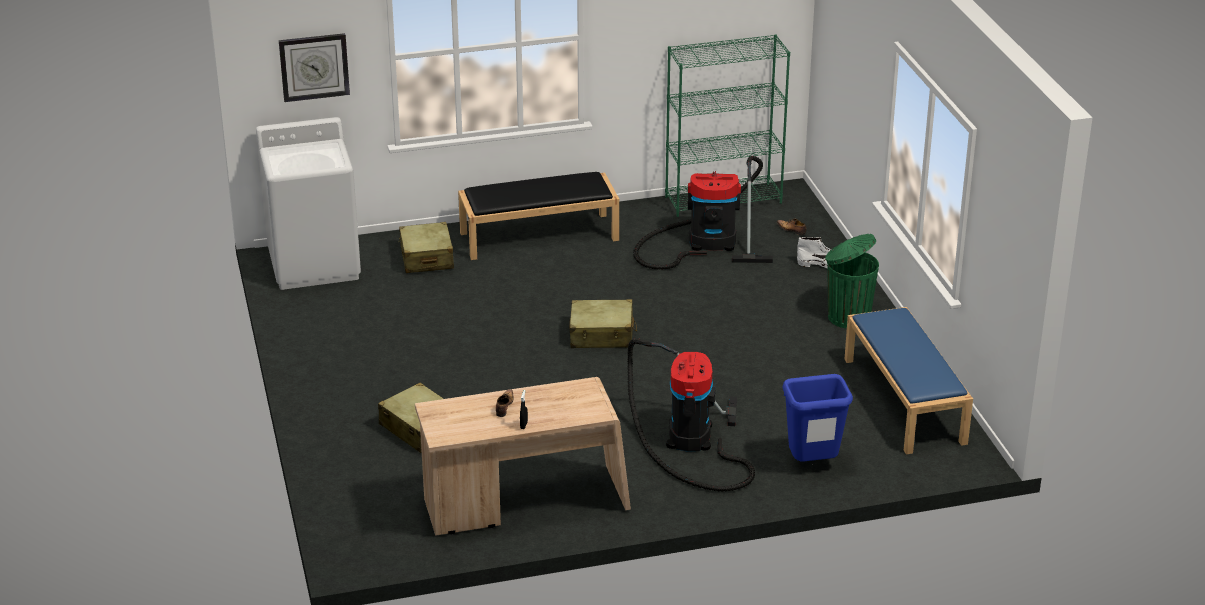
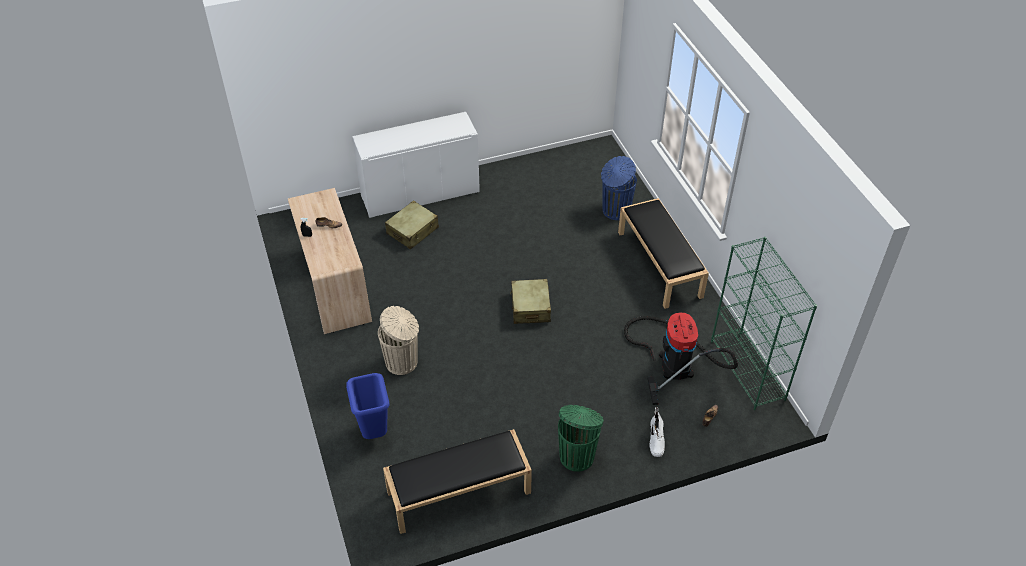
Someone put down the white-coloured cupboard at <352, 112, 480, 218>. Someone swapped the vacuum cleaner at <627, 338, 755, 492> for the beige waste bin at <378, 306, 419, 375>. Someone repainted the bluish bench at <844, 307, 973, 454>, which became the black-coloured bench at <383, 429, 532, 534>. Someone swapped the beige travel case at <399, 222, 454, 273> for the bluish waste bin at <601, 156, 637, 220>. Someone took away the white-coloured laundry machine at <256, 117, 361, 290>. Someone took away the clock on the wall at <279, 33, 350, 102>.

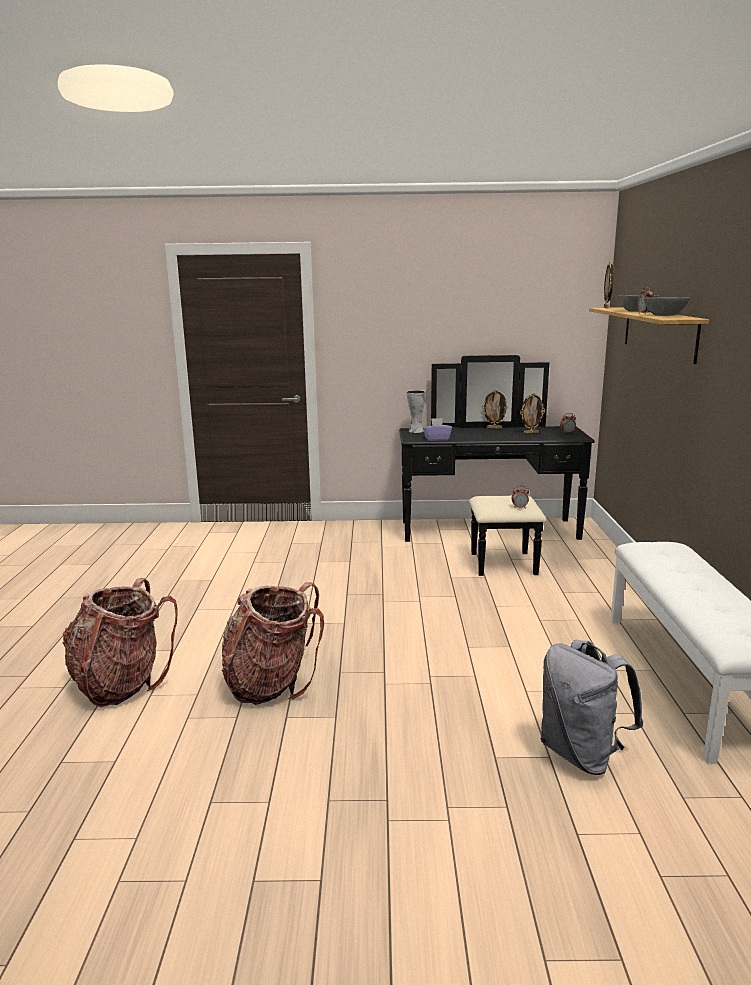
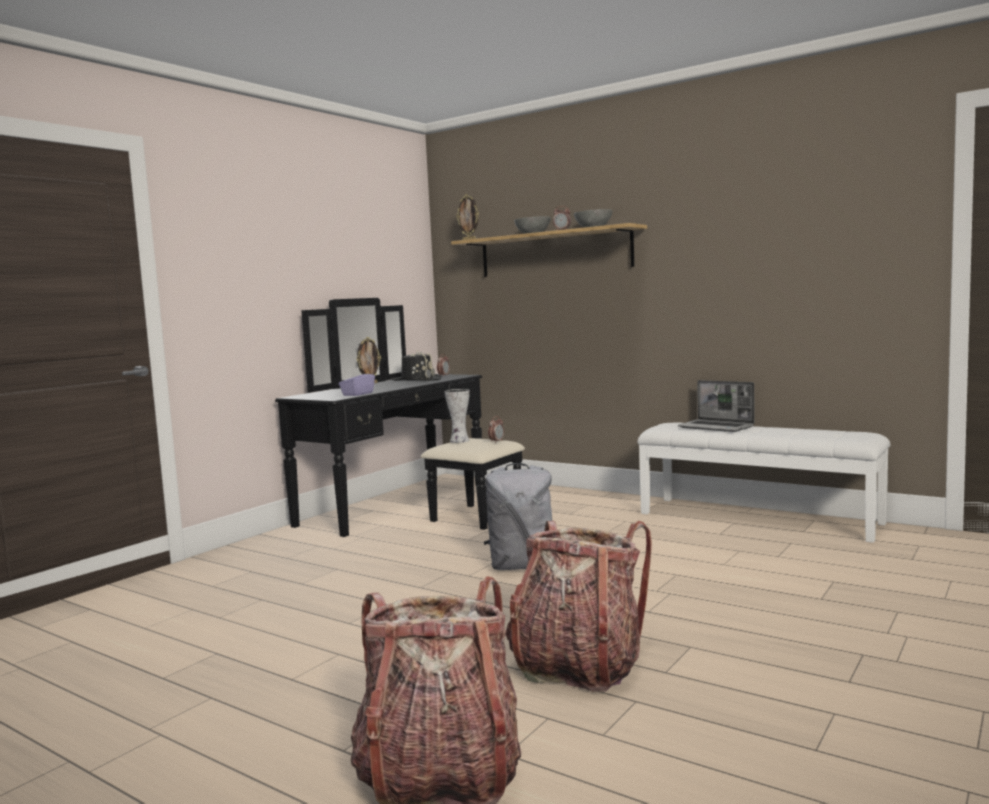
Someone swapped the picture frame at <520, 393, 545, 434> for the black-coloured hat at <391, 350, 442, 381>. Someone carried the decorative vase from <407, 390, 426, 433> to <445, 389, 470, 443>. Someone carried the gray backpack from <541, 640, 643, 775> to <484, 463, 552, 570>. Someone put down the notebook computer at <678, 380, 755, 432>.

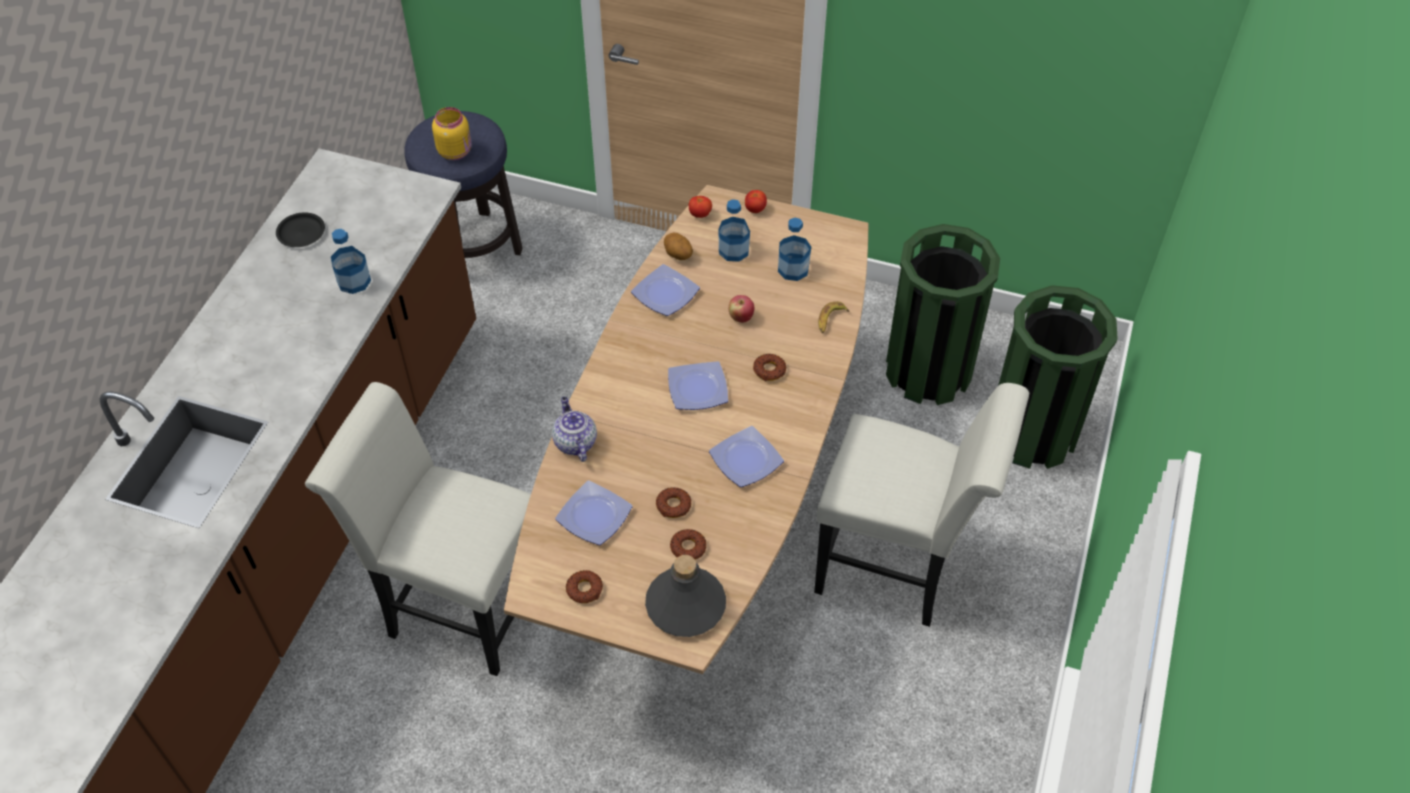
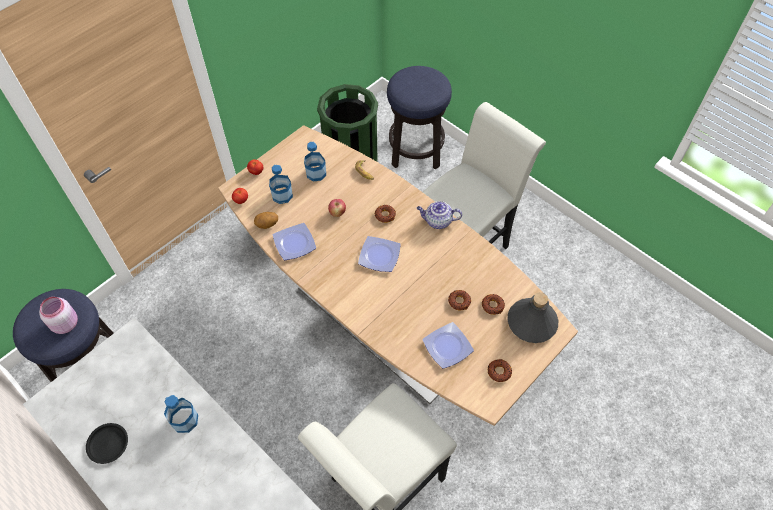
Someone repainted the yellow storage jar at <432, 107, 472, 160>, which became the pink-coloured storage jar at <39, 297, 78, 334>. Someone swapped the green-coloured waste bin at <998, 285, 1118, 469> for the stool seat at <387, 66, 452, 170>. Someone carried the pot for tea from <552, 397, 597, 462> to <417, 201, 462, 229>. Someone took away the plate at <709, 426, 784, 487>.

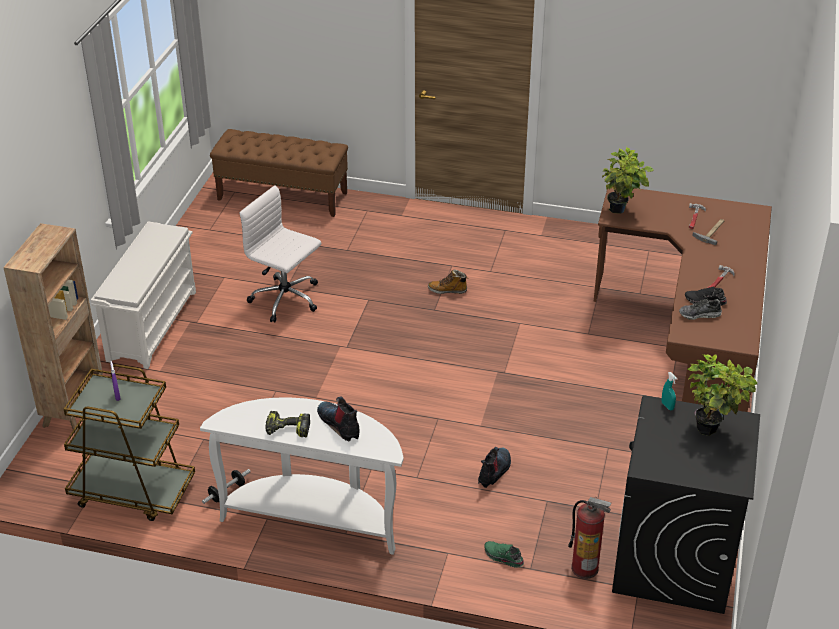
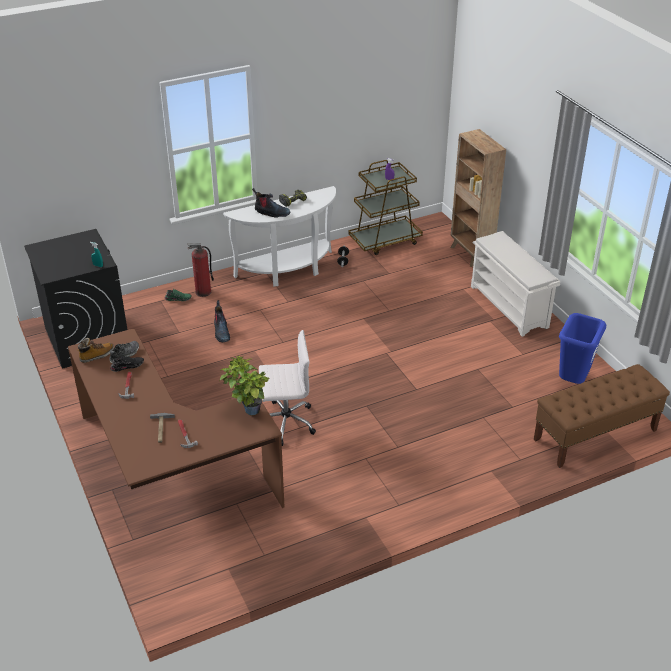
Someone carried the boot from <428, 269, 468, 294> to <77, 338, 114, 363>. Someone carried the extinguisher from <568, 497, 611, 579> to <187, 243, 214, 297>. Someone carried the white-coloured computer chair from <240, 185, 321, 323> to <259, 330, 316, 446>. Someone put down the bluish waste bin at <559, 313, 606, 384>. Someone took away the houseplant at <687, 354, 757, 436>.

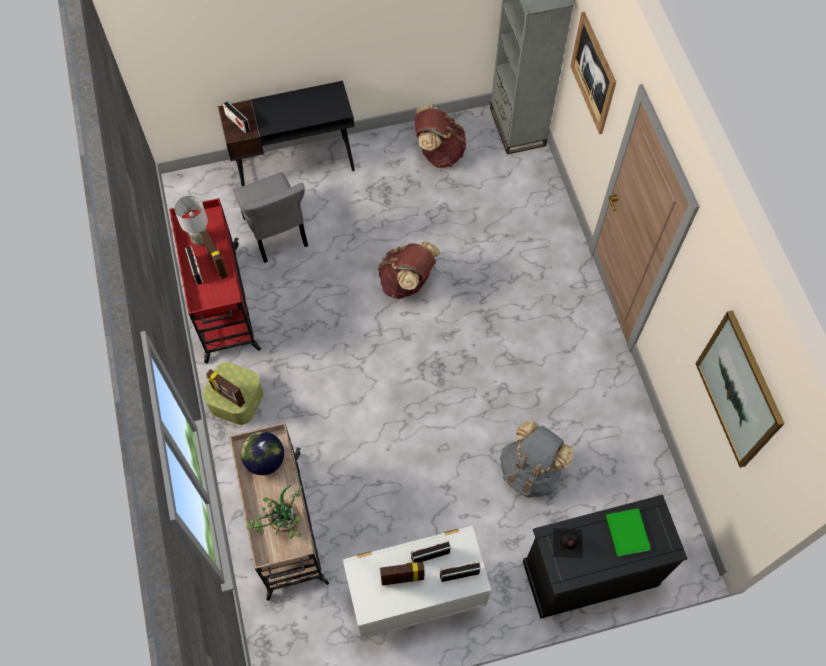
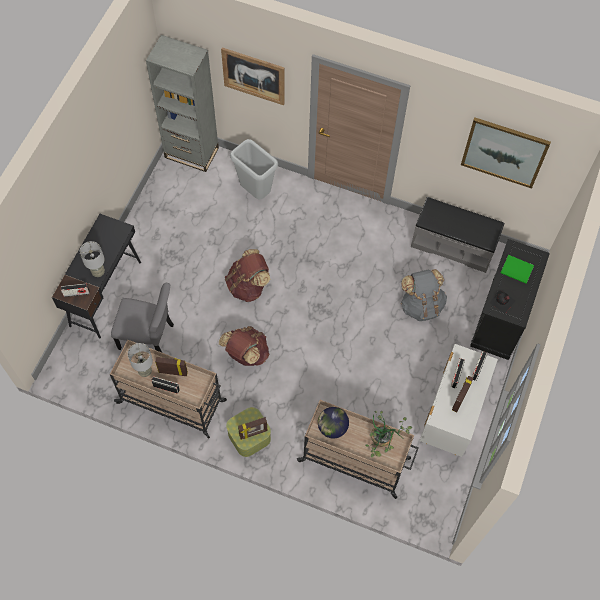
Someone put down the gray lamp for a table at <80, 241, 105, 277>. Someone repainted the reddish trolley at <169, 198, 261, 363>, which became the beige trolley at <110, 340, 227, 439>. Someone carried the brownish backpack from <415, 105, 466, 168> to <219, 326, 269, 366>. Someone put down the gray waste bin at <230, 139, 278, 200>. Someone put down the gray bench at <411, 197, 504, 273>.

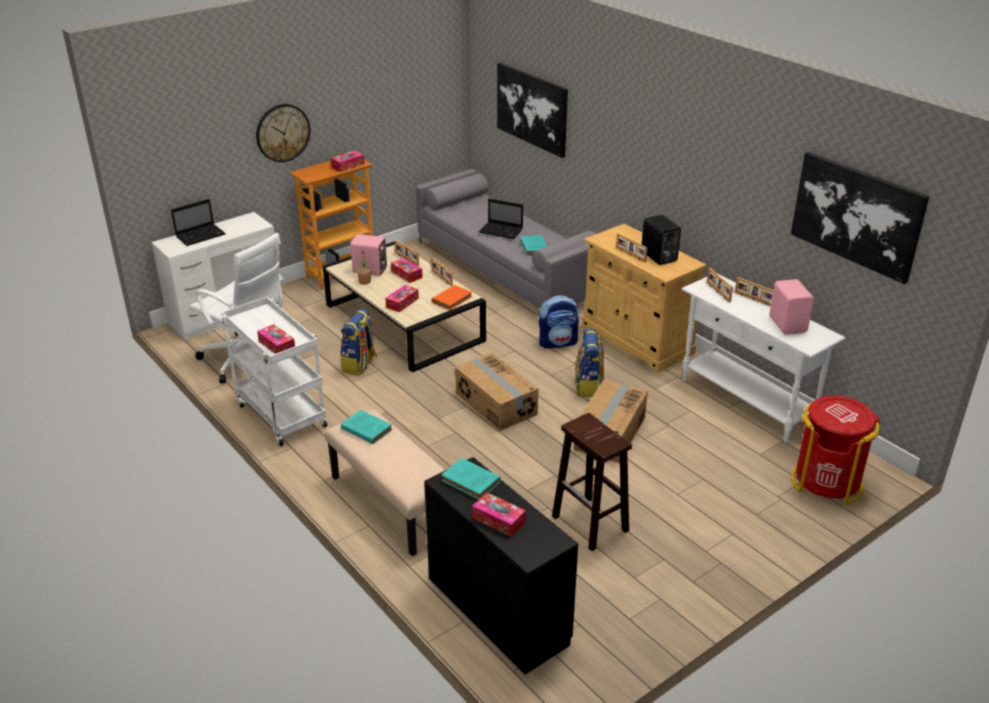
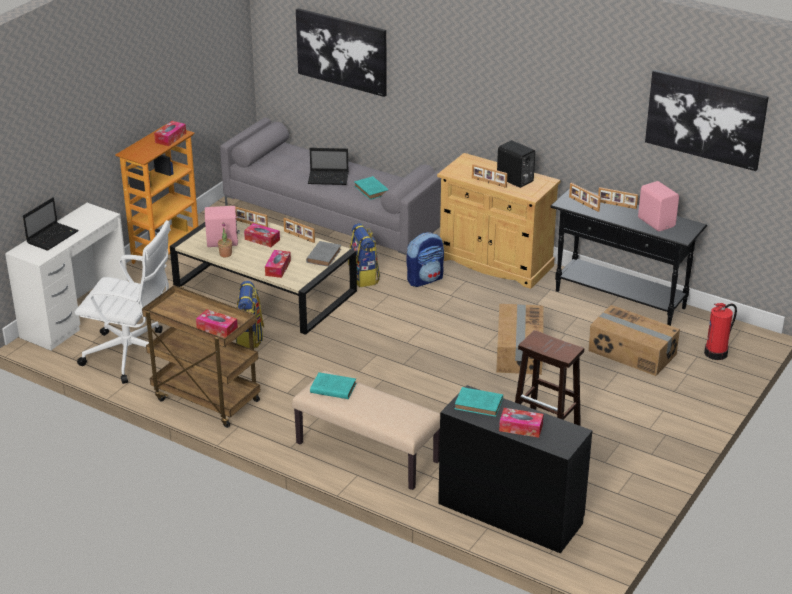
Someone repainted the white-coloured trolley at <221, 297, 327, 446>, which became the brownish trolley at <142, 285, 261, 428>. Someone repainted the orangey bound book at <432, 285, 472, 310>, which became the gray bound book at <306, 241, 341, 267>. Someone carried the backpack from <575, 328, 604, 397> to <348, 223, 380, 287>. Someone repainted the white-coloured console table at <682, 273, 846, 443>, which became the black-coloured console table at <550, 188, 707, 326>. Someone carried the cardboard box from <455, 353, 539, 431> to <588, 305, 680, 376>. Someone swapped the reddish waste bin at <791, 396, 881, 505> for the extinguisher at <704, 303, 737, 360>. Someone took away the clock on the wall at <256, 104, 310, 162>.

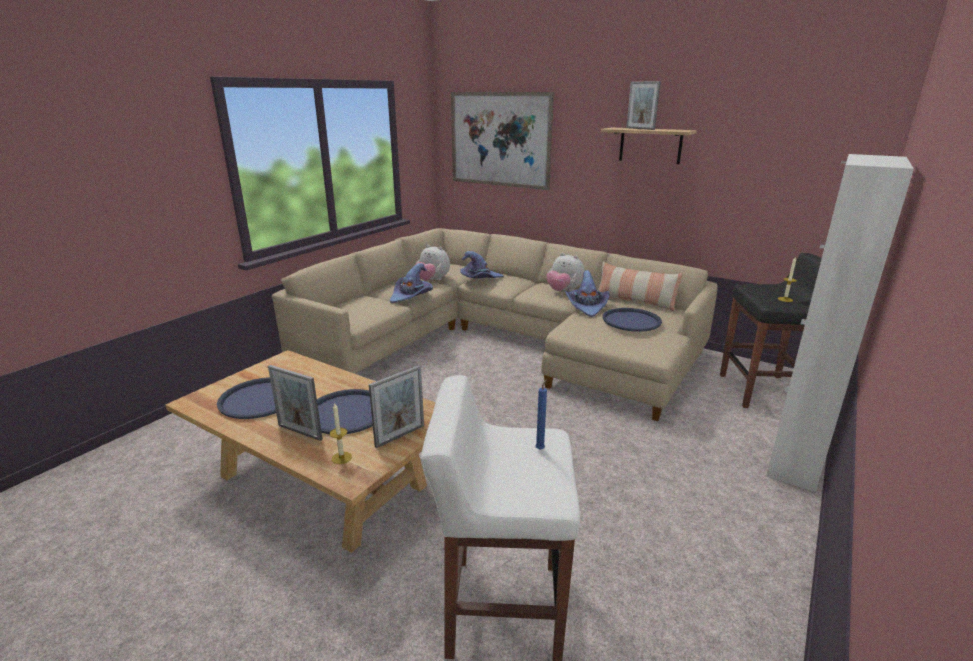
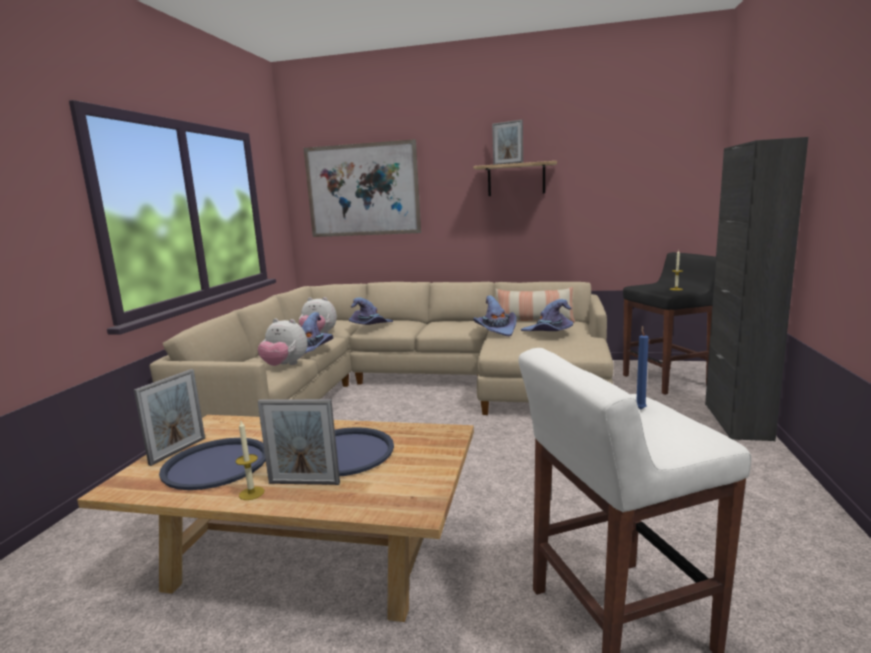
Someone carried the picture frame from <369, 365, 424, 448> to <134, 369, 205, 466>. Someone carried the wax candle from <330, 402, 352, 464> to <236, 421, 264, 500>. Someone carried the soft toy from <546, 253, 585, 292> to <258, 319, 308, 366>. Someone swapped the bluish carrying tray at <602, 308, 662, 332> for the purple hat at <521, 299, 573, 331>. Someone repainted the white-coloured cupboard at <766, 154, 914, 492>, which became the black-coloured cupboard at <705, 137, 808, 441>.

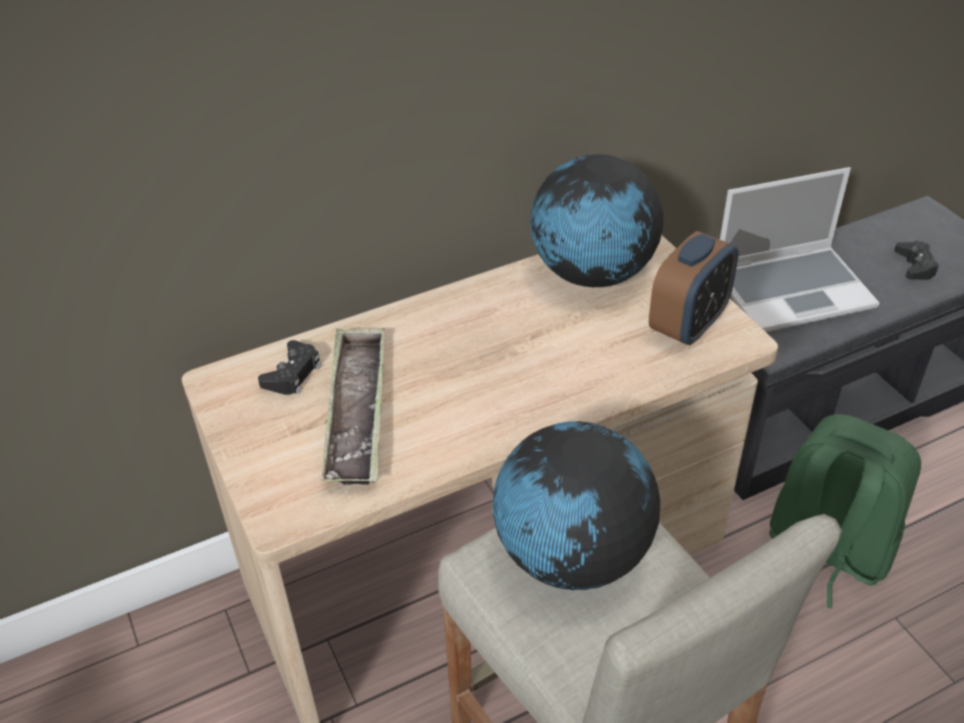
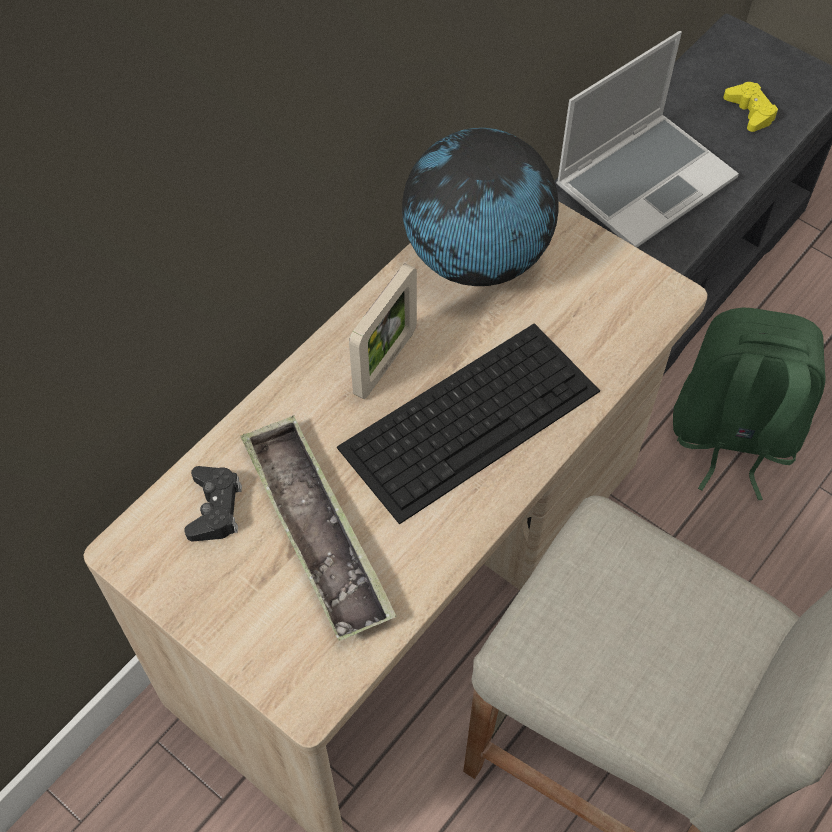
Someone put down the computer keyboard at <337, 323, 600, 525>. Someone put down the picture frame at <349, 264, 417, 399>. Someone repainted the black-coloured joypad at <894, 241, 939, 280>, which became the yellow joypad at <723, 82, 778, 132>. Someone took away the globe at <493, 421, 660, 590>. Someone took away the table clock at <649, 231, 738, 345>.

